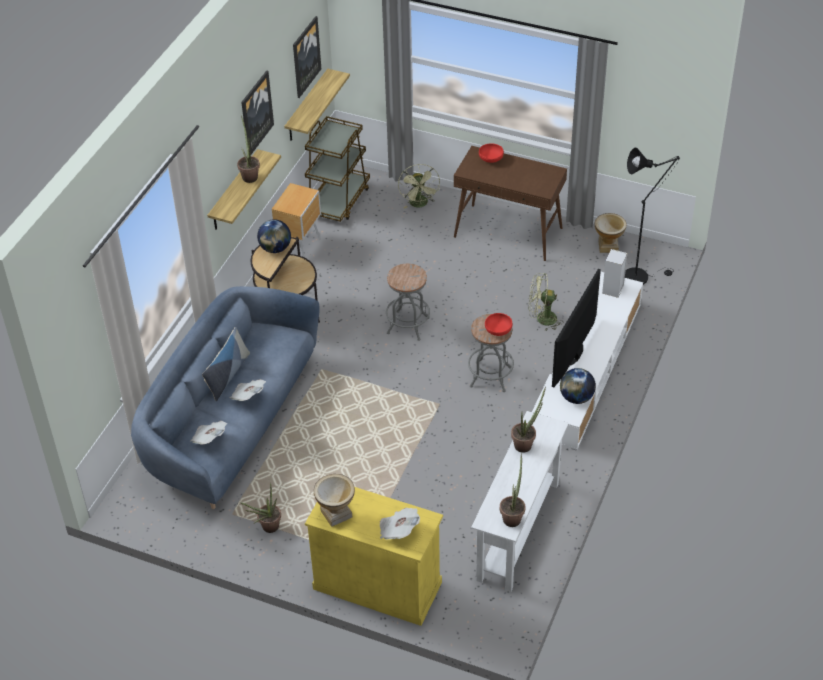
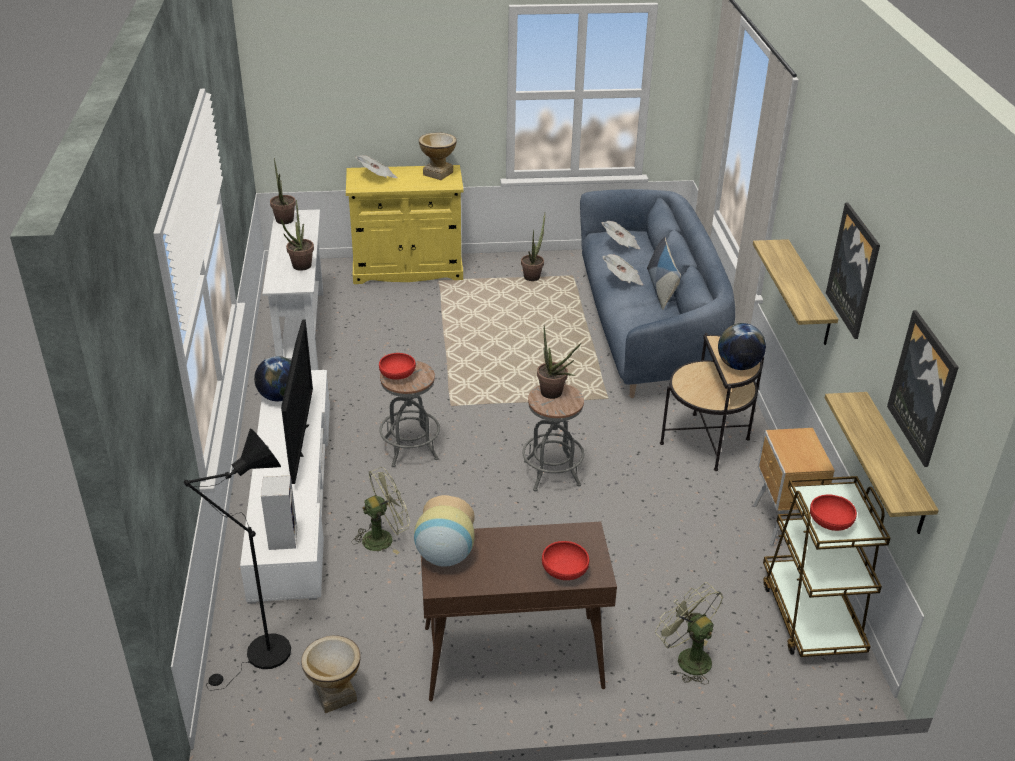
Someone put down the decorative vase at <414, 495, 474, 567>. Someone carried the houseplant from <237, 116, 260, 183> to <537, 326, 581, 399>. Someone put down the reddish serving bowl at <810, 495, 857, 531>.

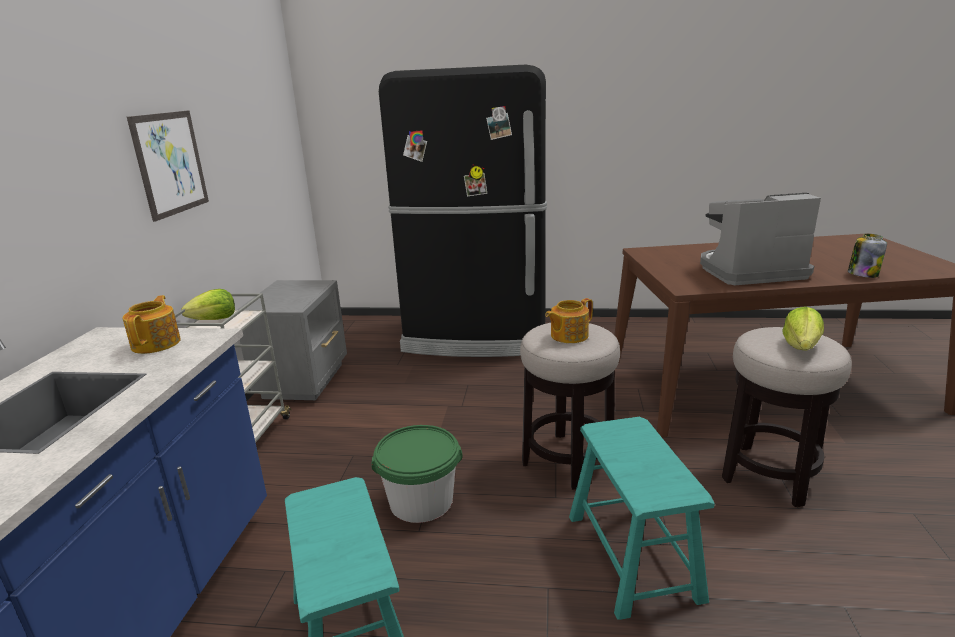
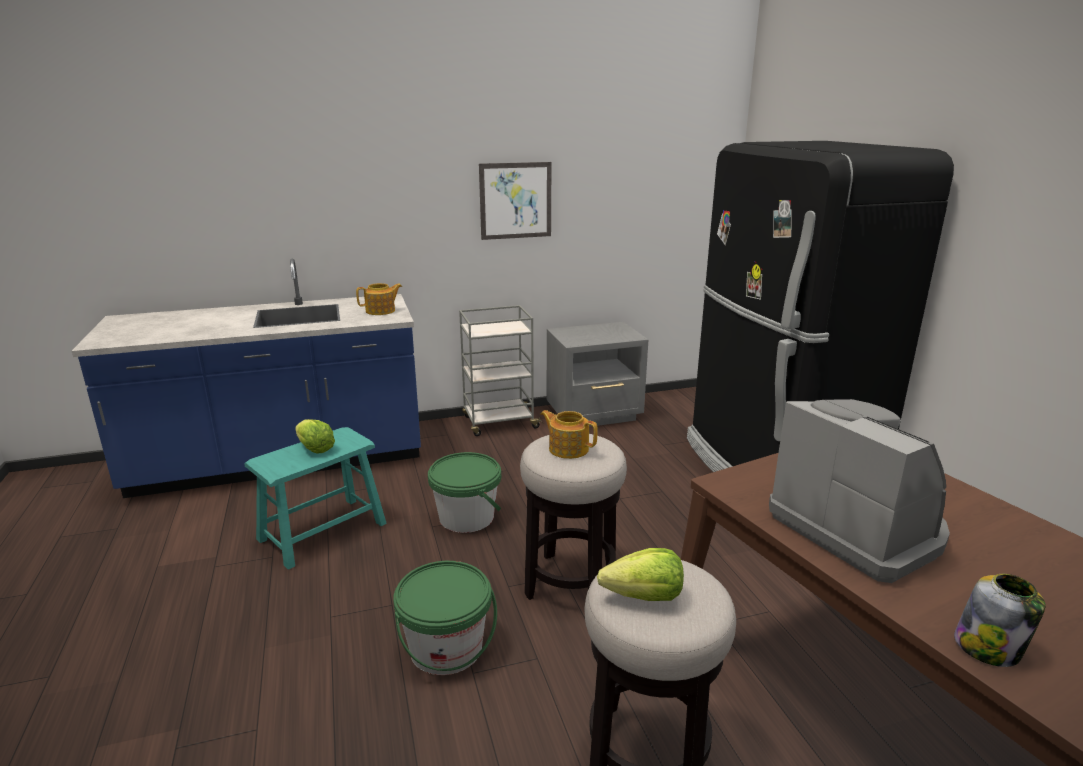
Someone carried the head of lettuce from <181, 289, 235, 320> to <295, 419, 335, 454>. Someone swapped the blue-green stool seat at <569, 417, 715, 620> for the green-coloured pail at <393, 561, 497, 675>.

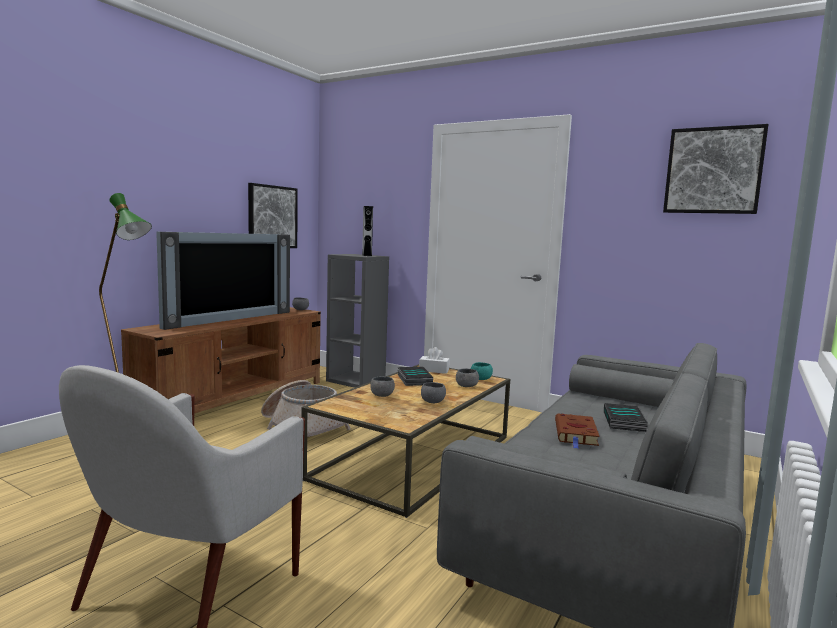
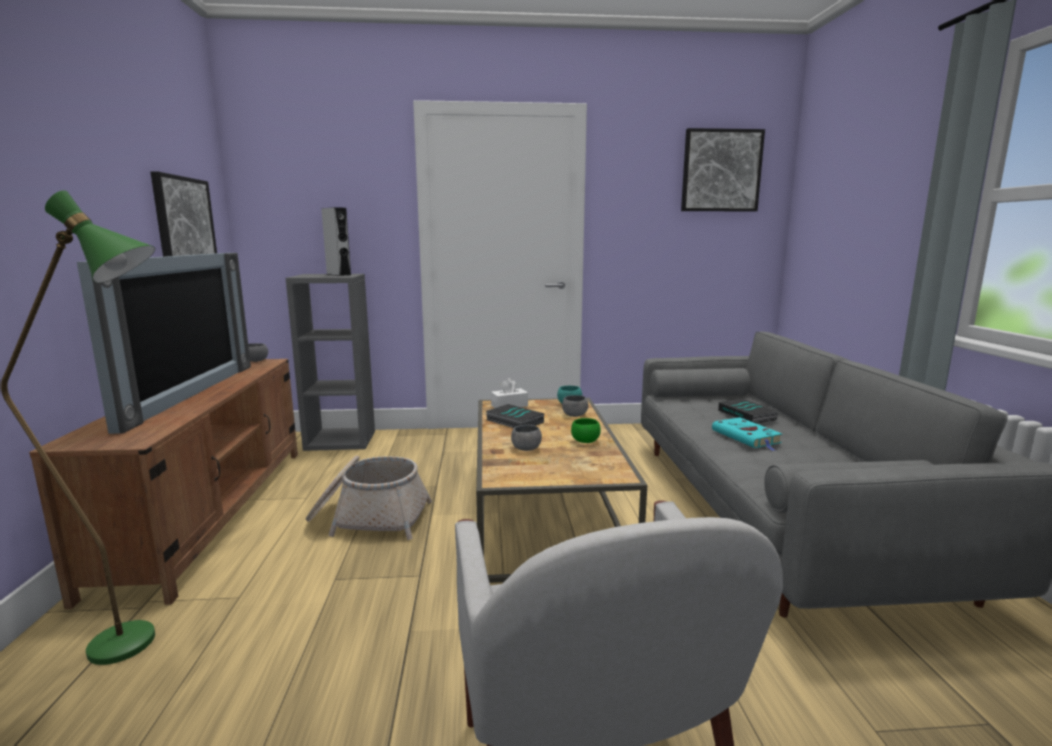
Someone repainted the gray serving bowl at <421, 382, 446, 403>, which became the green-coloured serving bowl at <571, 418, 601, 443>. Someone repainted the brownish bound book at <555, 413, 600, 449>, which became the blue-green bound book at <712, 417, 782, 451>.

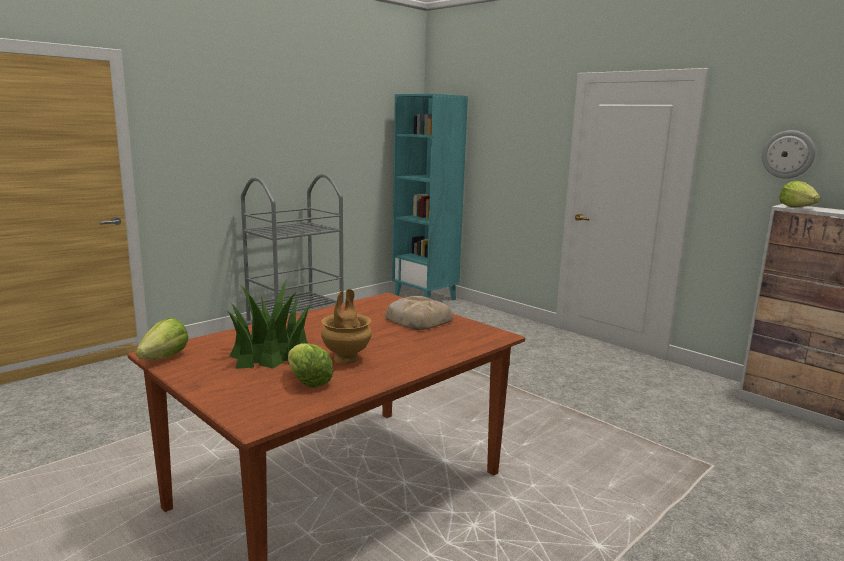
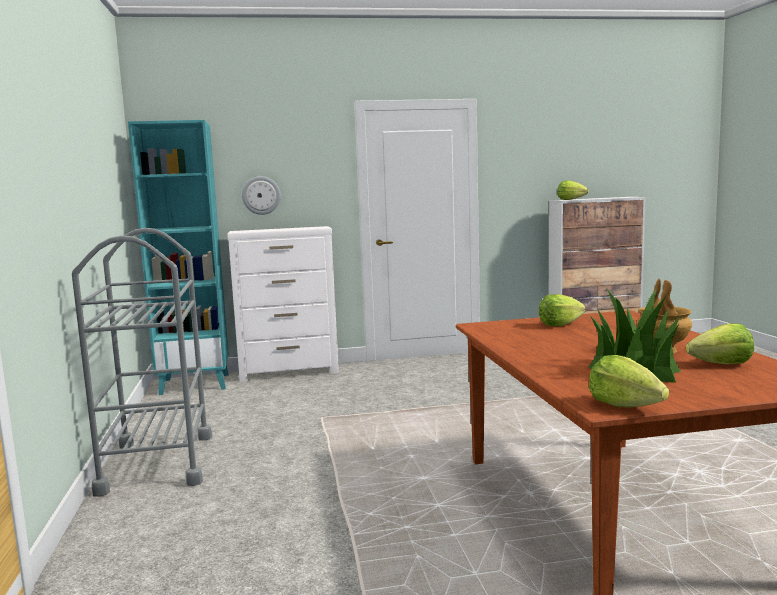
Someone put down the white-coloured drawer chest at <227, 226, 339, 382>. Someone carried the clock on the wall from <762, 130, 815, 179> to <242, 176, 281, 215>. Someone swapped the bakery bread at <385, 296, 453, 330> for the head of lettuce at <539, 294, 586, 326>.

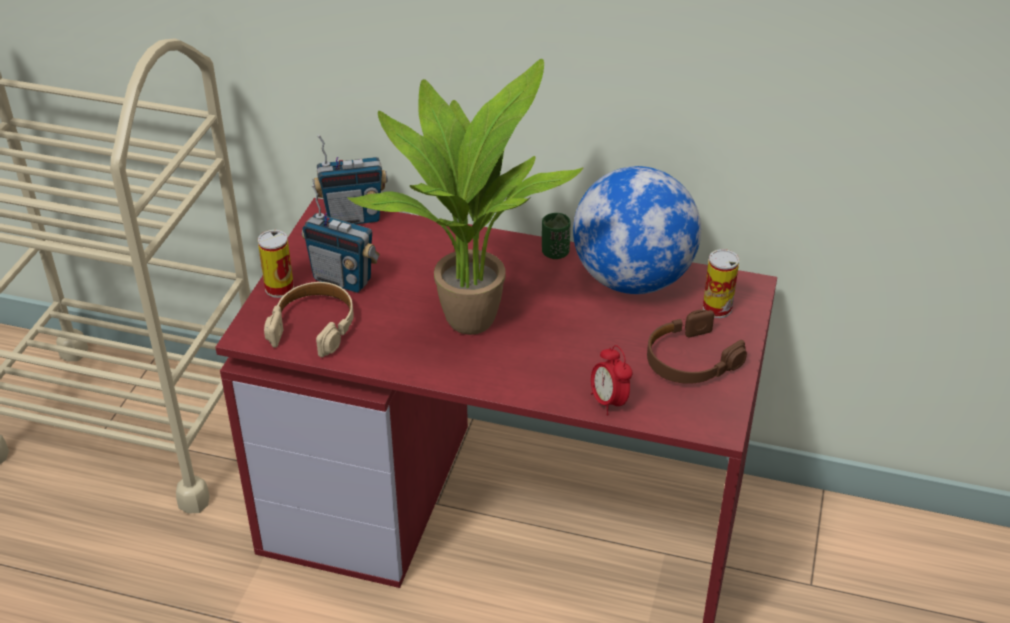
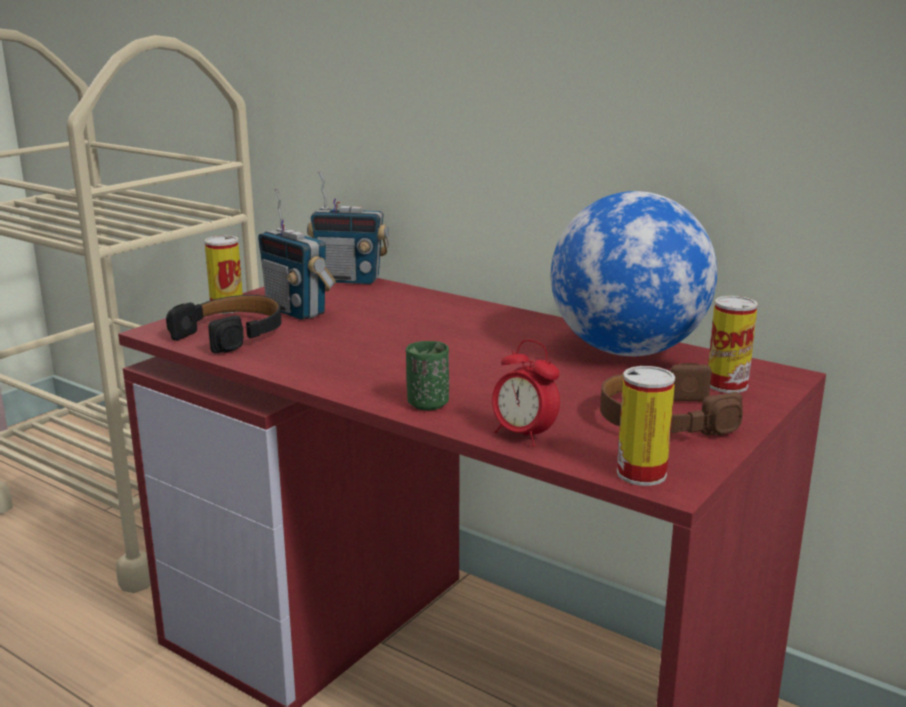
Someone repainted the beige pair of headphones at <264, 282, 354, 357>, which became the black-coloured pair of headphones at <166, 295, 281, 353>. Someone carried the green-coloured small cup from <542, 213, 571, 259> to <406, 341, 449, 410>. Someone rotated the table clock at <591, 345, 632, 415> by 45 degrees counterclockwise. Someone put down the can at <617, 366, 675, 486>. Someone took away the houseplant at <347, 59, 584, 335>.

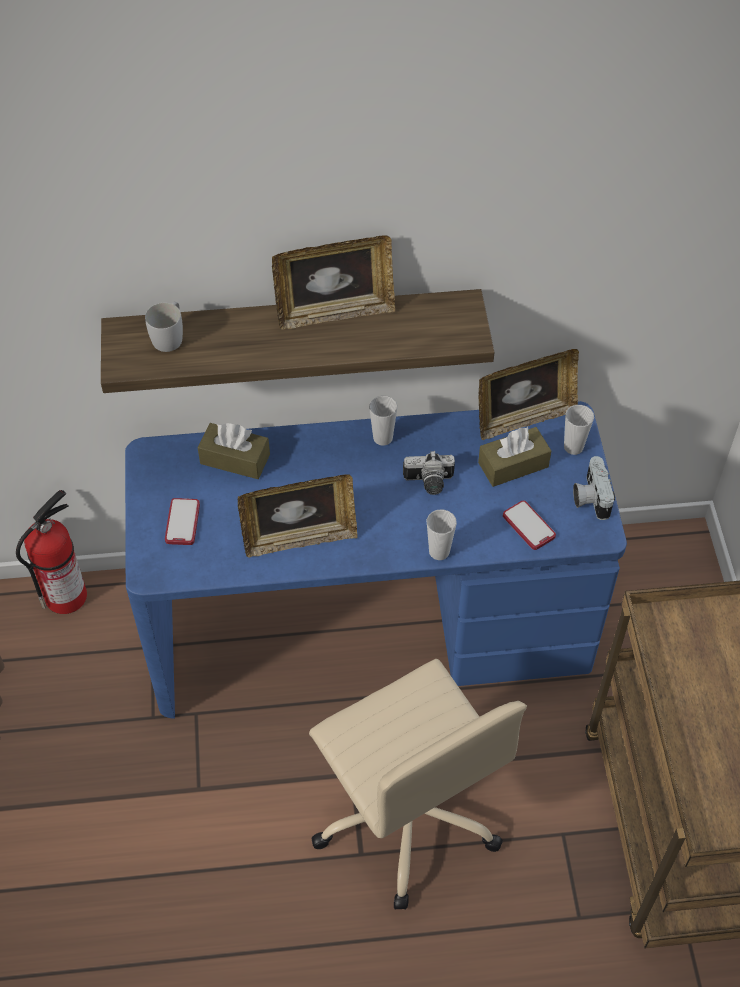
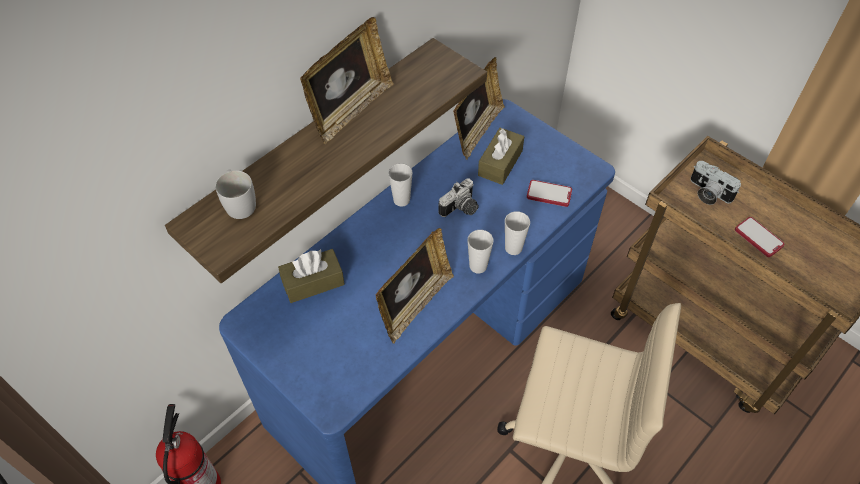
Someone carried the small cup from <564, 405, 594, 455> to <468, 230, 493, 274>. Someone carried the still camera from <573, 456, 615, 520> to <690, 161, 741, 205>. Someone carried the handset from <165, 498, 200, 545> to <735, 217, 784, 257>.

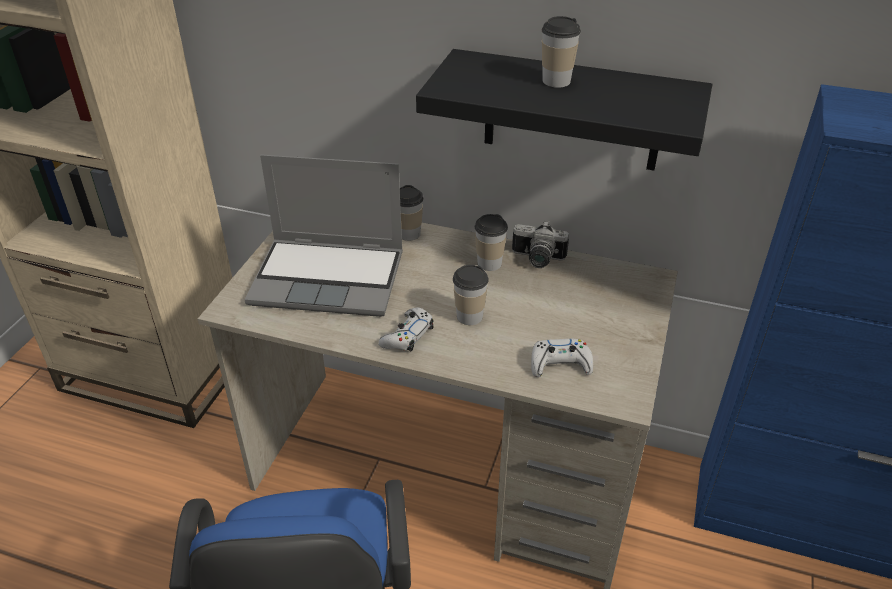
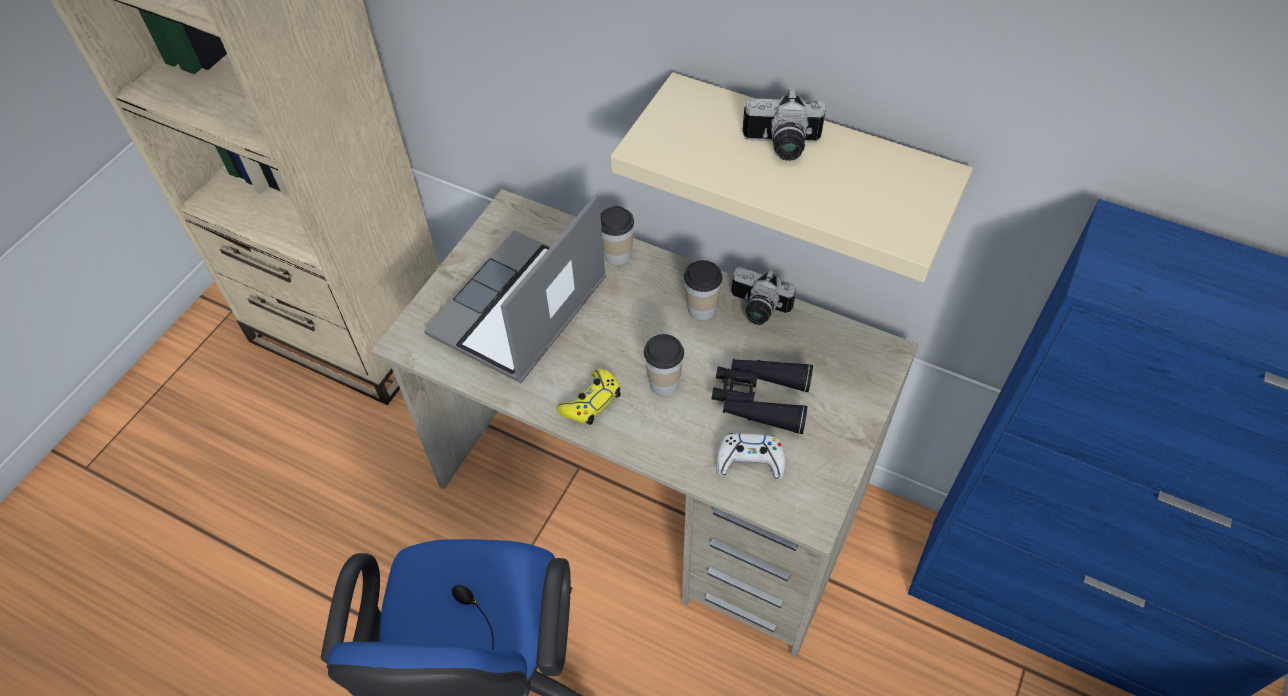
Someone rotated the notebook computer at <244, 155, 403, 317> by 105 degrees clockwise. Someone repainted the white-coloured joypad at <379, 307, 434, 351>, which became the yellow joypad at <557, 369, 621, 425>. Someone repainted the black-coloured shelf at <416, 49, 712, 170>, which became the beige shelf at <610, 72, 973, 282>. Someone put down the black-coloured field glasses at <712, 359, 813, 434>. Someone swapped the small cup at <542, 16, 581, 88> for the still camera at <742, 90, 826, 161>.

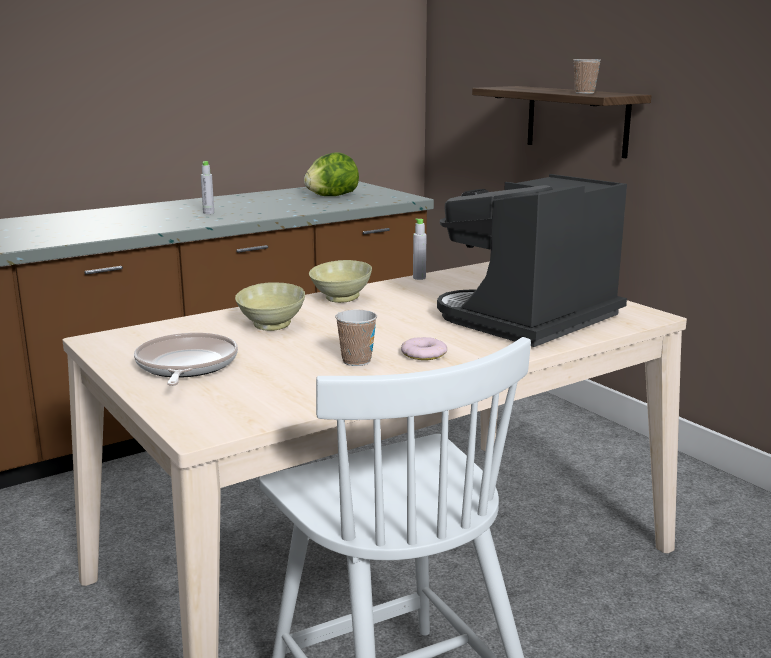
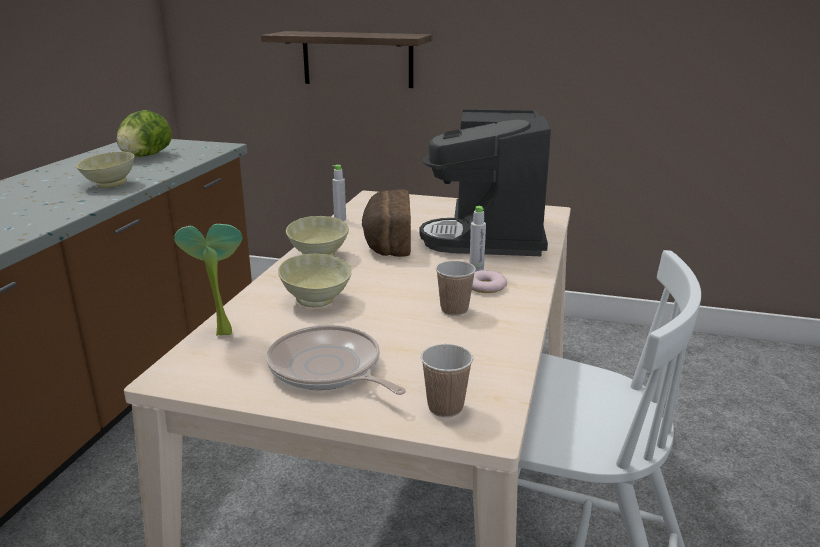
Someone put down the beige serving bowl at <76, 152, 135, 188>. Someone put down the houseplant at <174, 224, 242, 336>. Someone put down the bakery bread at <362, 189, 411, 257>. Someone carried the small cup from <573, 59, 601, 94> to <421, 344, 473, 417>. Someone carried the gray drink bottle from <201, 161, 214, 214> to <470, 206, 486, 271>.

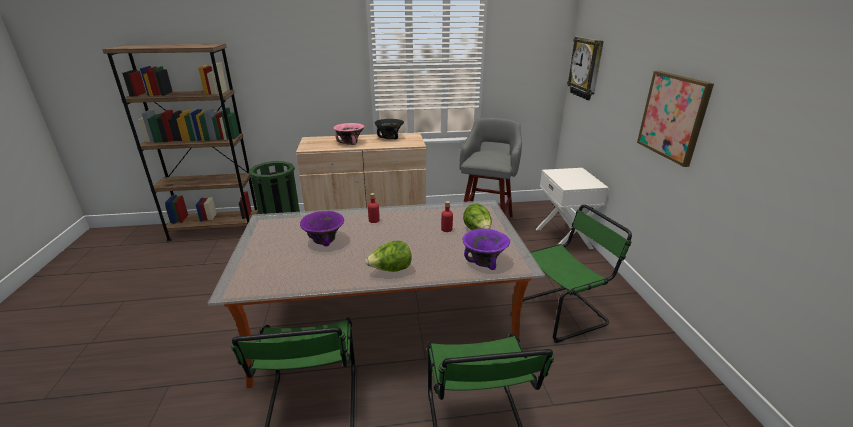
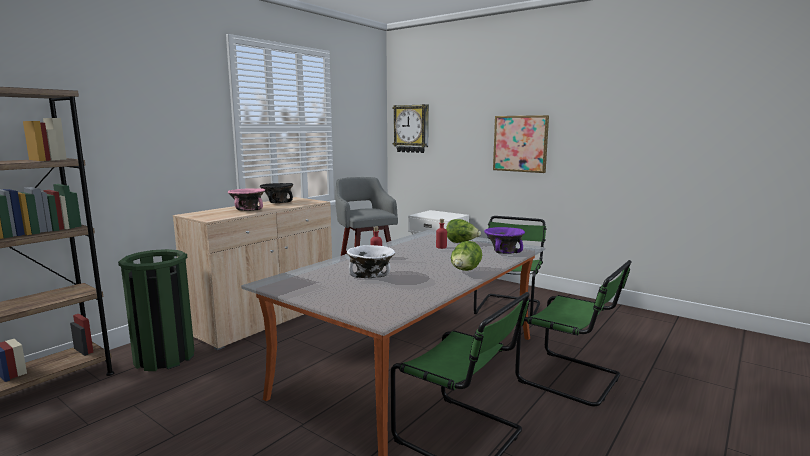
Someone repainted the purple serving bowl at <300, 211, 344, 246>, which became the white-coloured serving bowl at <347, 245, 395, 278>.

